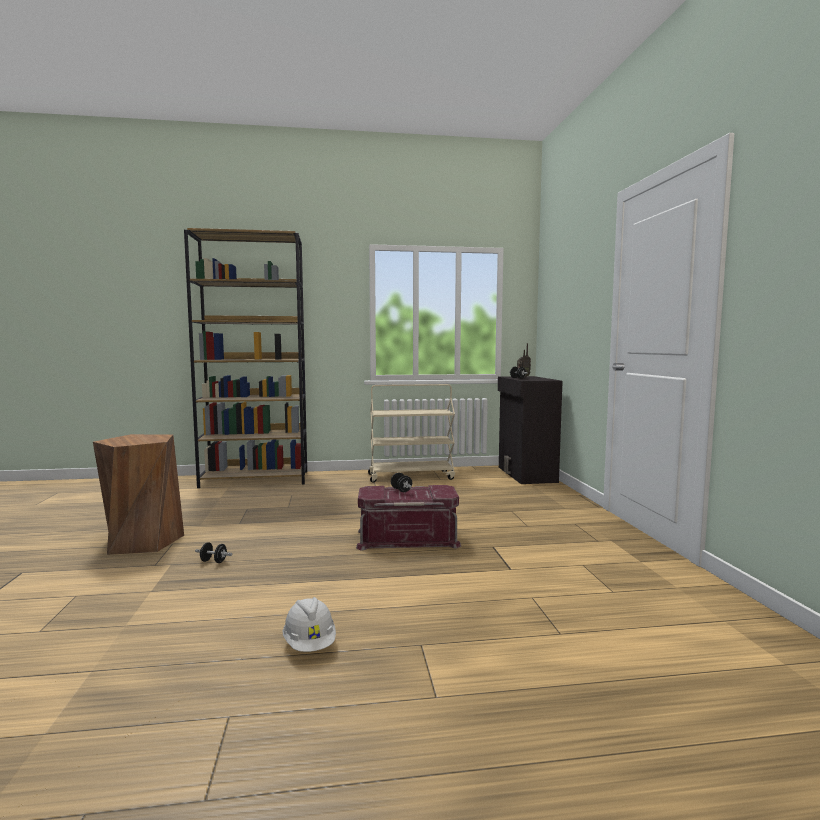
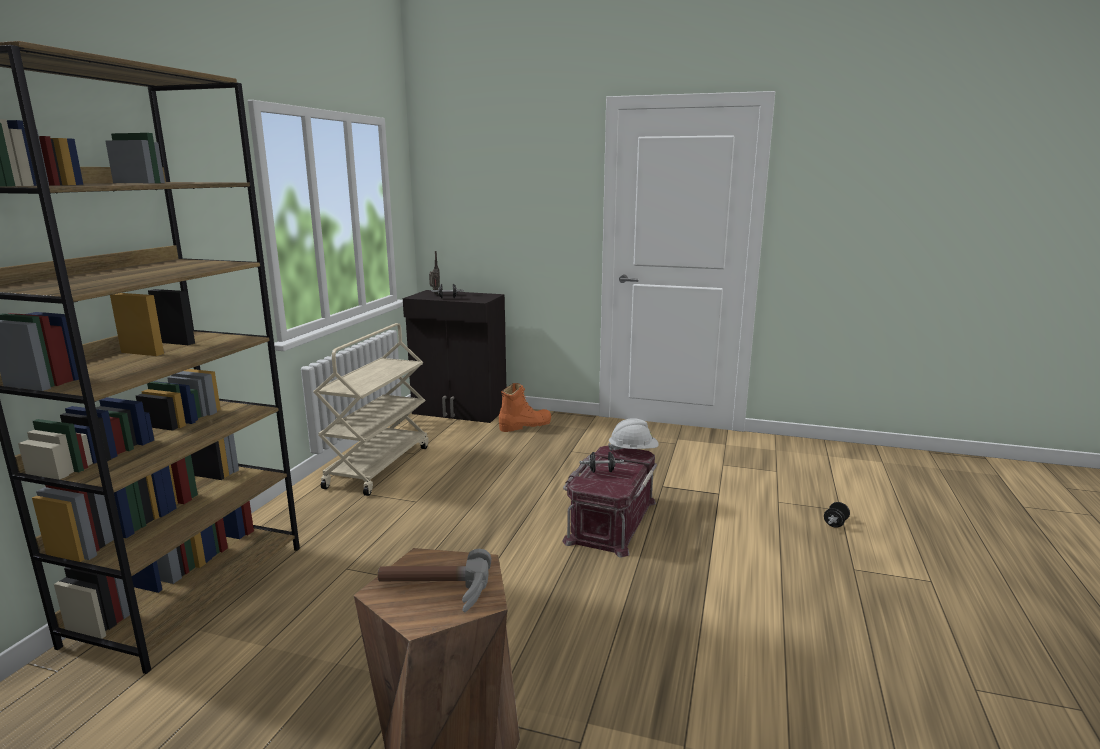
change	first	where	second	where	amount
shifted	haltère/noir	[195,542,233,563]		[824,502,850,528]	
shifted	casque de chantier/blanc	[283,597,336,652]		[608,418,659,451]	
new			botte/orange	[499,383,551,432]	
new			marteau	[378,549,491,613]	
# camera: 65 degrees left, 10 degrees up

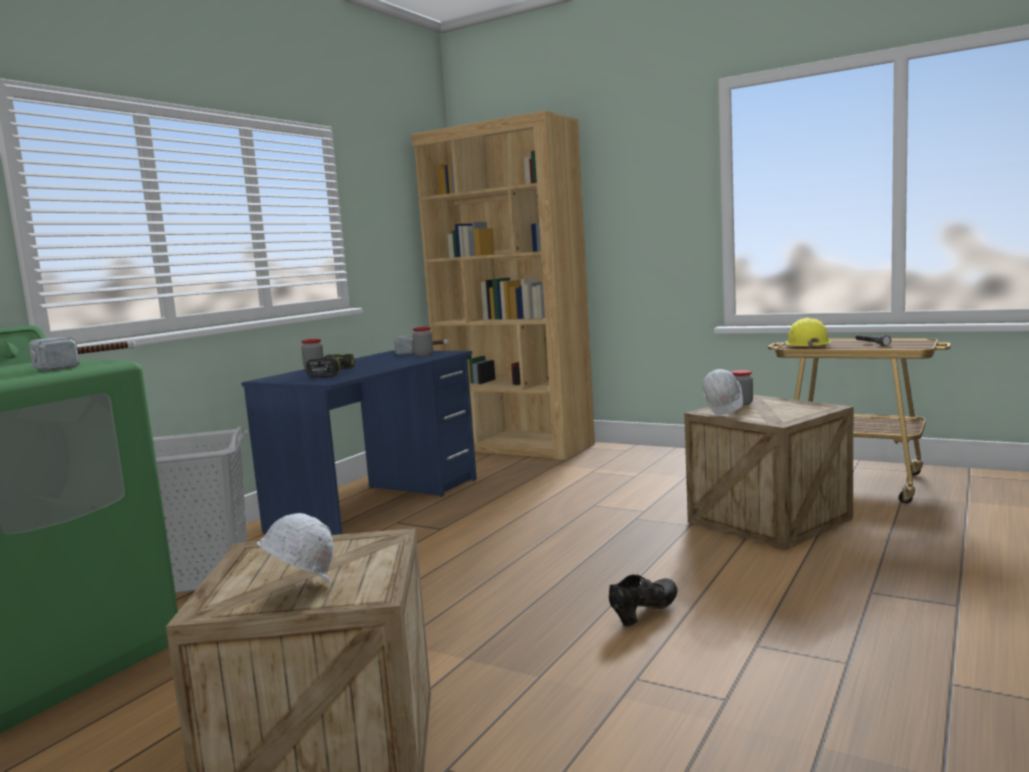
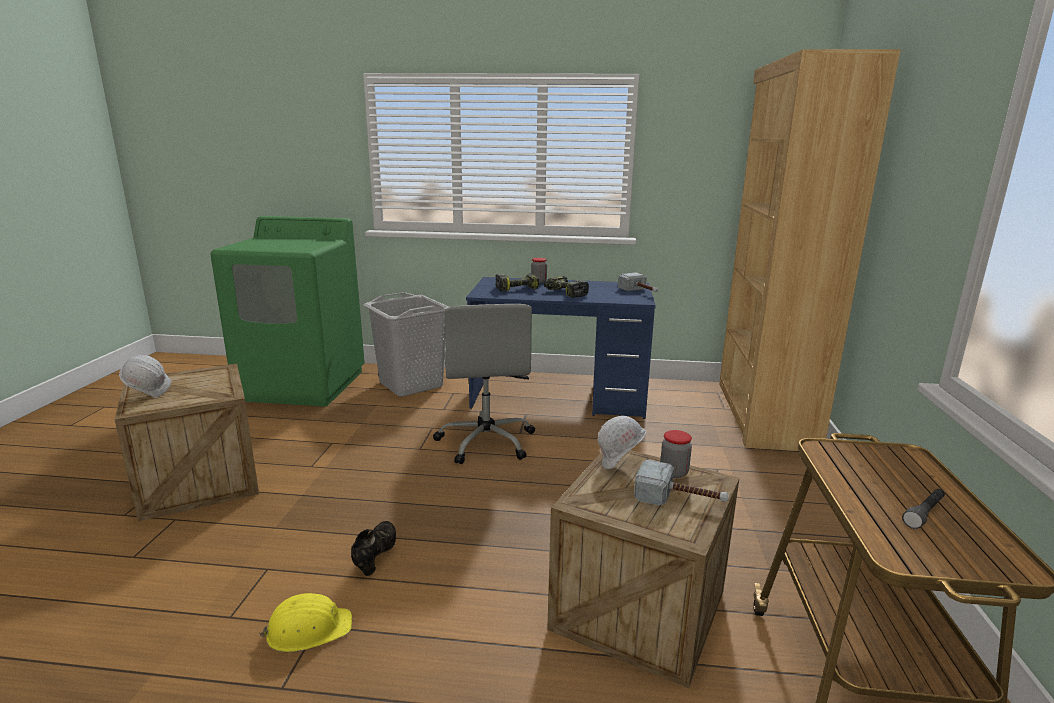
change	first	where	second	where	amount
shifted	casque de chantier/jaune	[786,318,831,348]		[259,593,352,652]	
gone	bocal	[413,327,433,356]			
shifted	marteau	[29,337,136,371]		[634,460,729,505]	
rotated	chaussure/noir	[609,574,678,626]		[351,521,396,576]	105 degrees counterclockwise
new			perceuse	[544,276,589,298]	
new			chaise de bureau/gris	[433,304,535,464]	
# camera: 65 degrees right, 10 degrees up

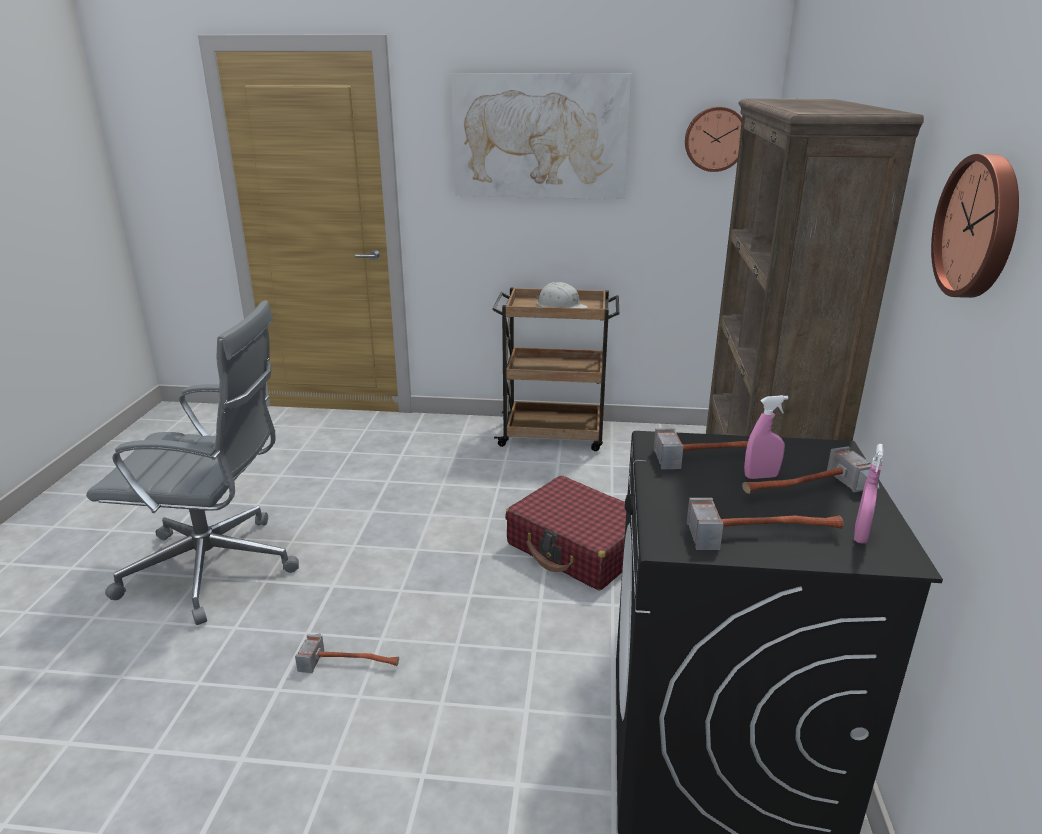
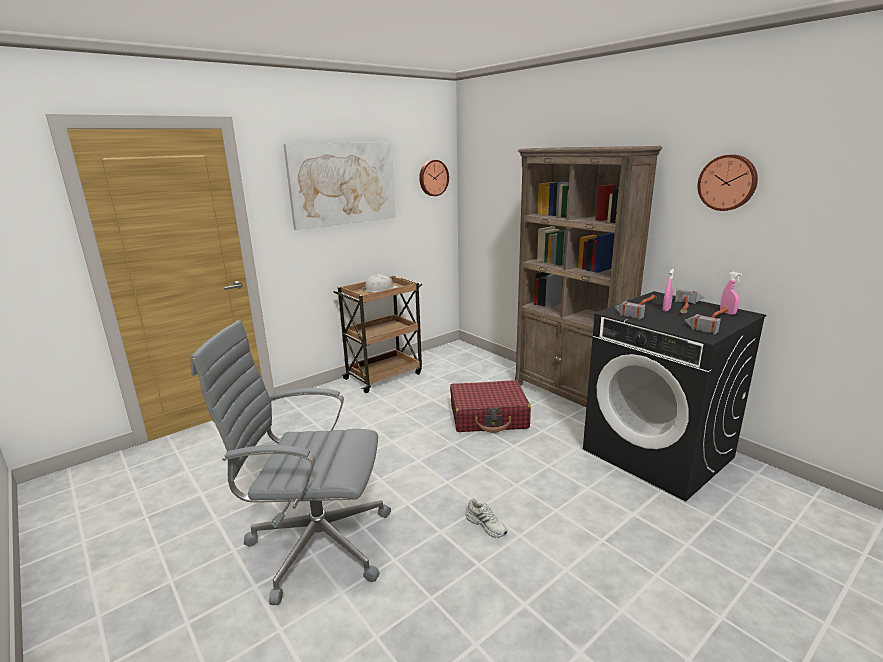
change	first	where	second	where	amount
rotated	chaise de bureau/gris	[86,300,299,625]		[190,320,391,605]	135 degrees counterclockwise
swapped	marteau	[295,633,399,673]	chaussure/blanc	[465,498,507,538]	
# camera: 45 degrees left, 5 degrees down

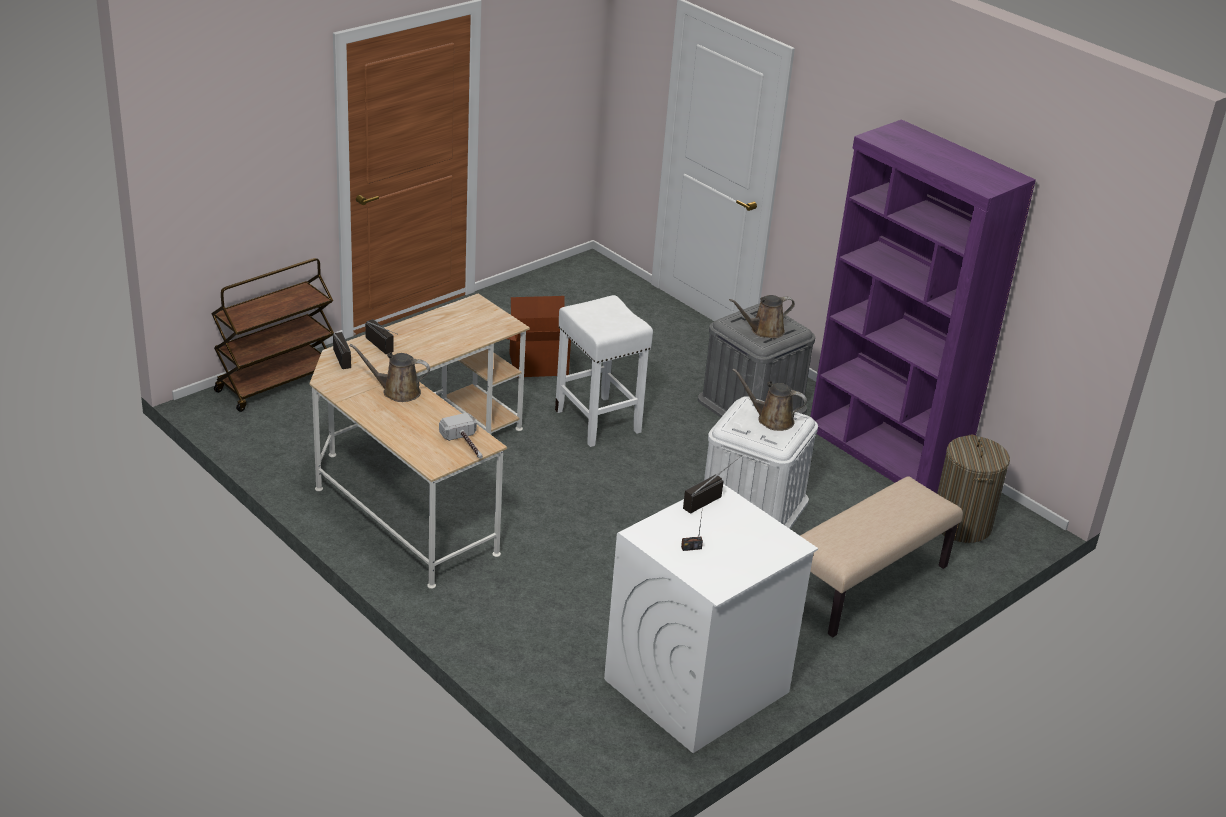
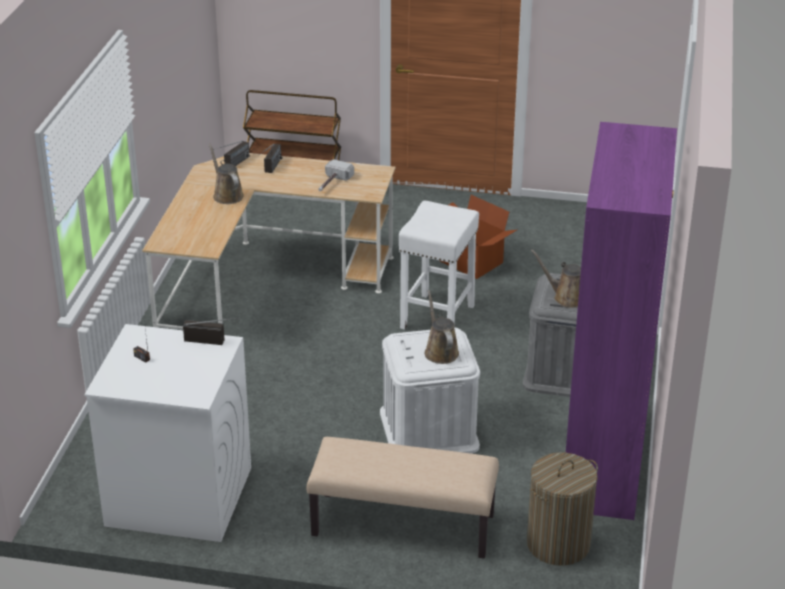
change	first	where	second	where	amount
shifted	marteau	[439,413,483,459]		[318,159,354,191]	
# camera: 55 degrees right, 0 degrees up

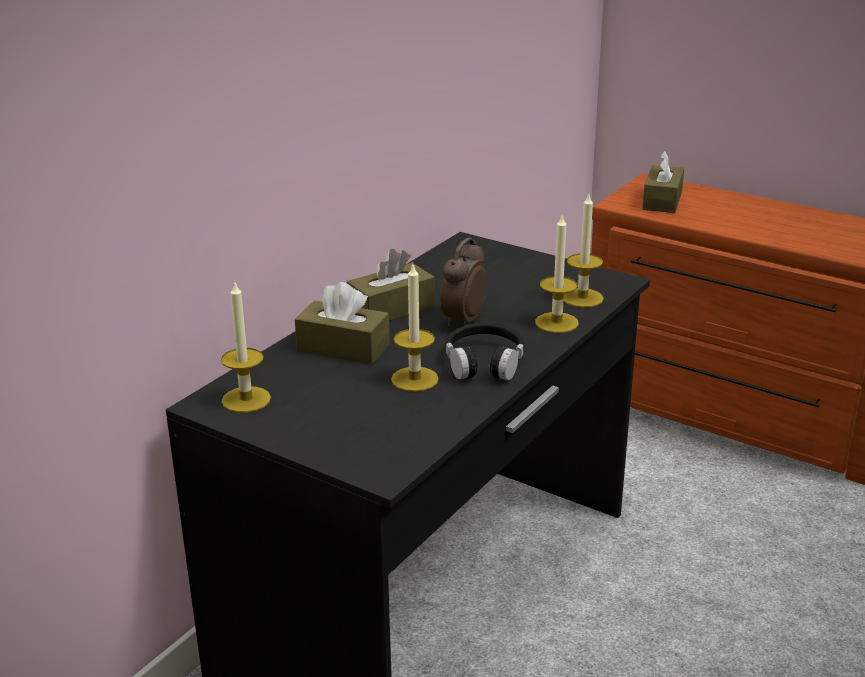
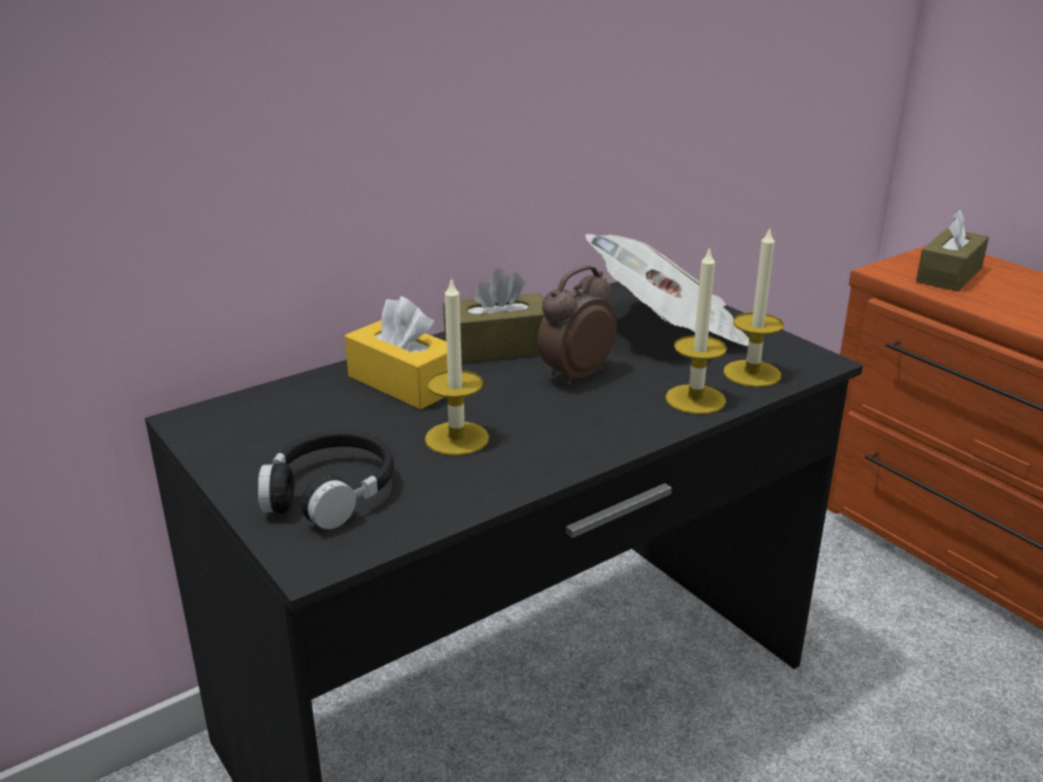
change	first	where	second	where	amount
gone	bougie	[221,280,271,413]			
repainted	boîte à mouchoirs/marron	[295,282,390,364]	boîte à mouchoirs/jaune	[345,296,448,410]	
shifted	casque audio/noir	[445,323,525,380]		[258,431,394,529]	
new			journal	[585,234,749,346]	
# camera: 20 degrees right, 0 degrees up

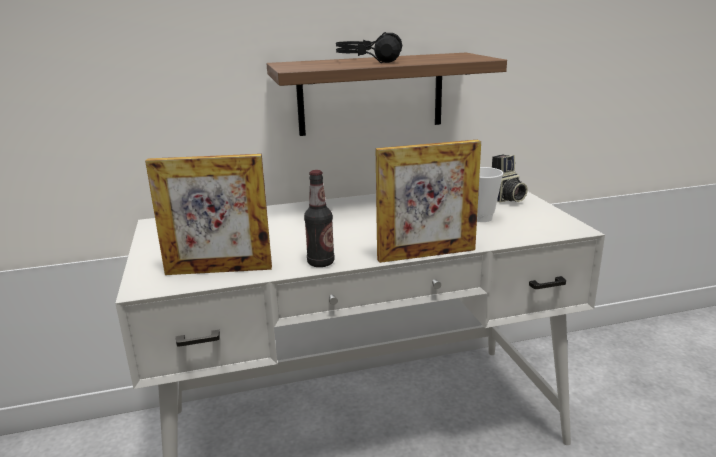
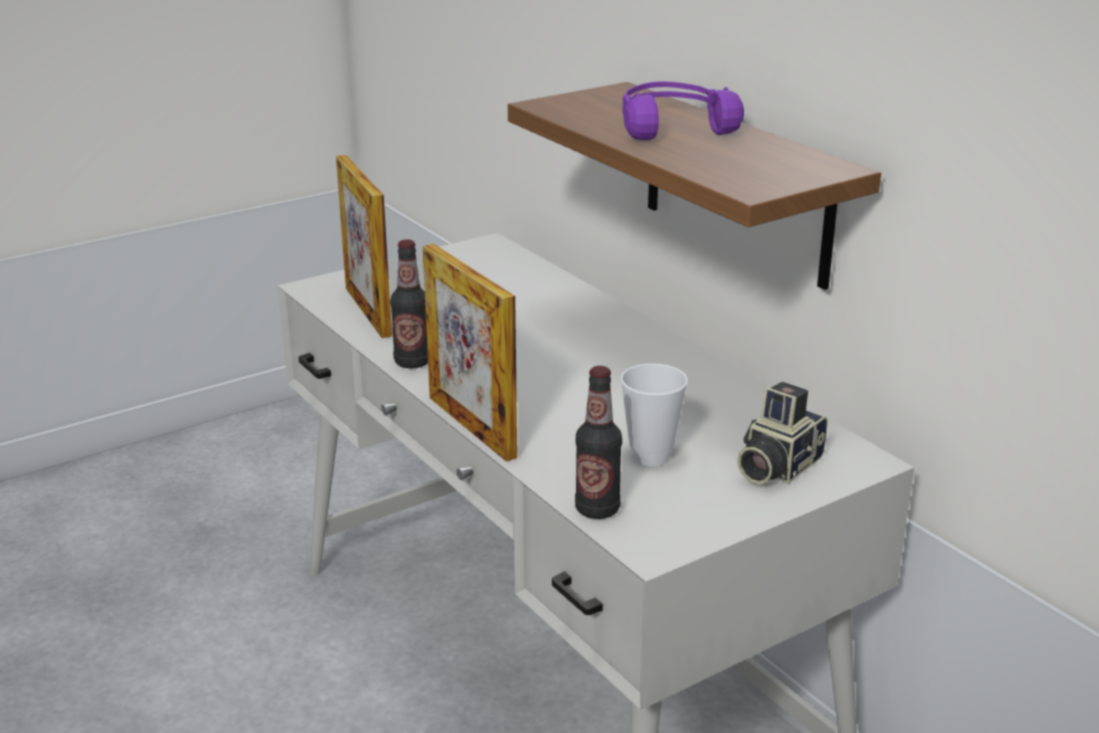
change	first	where	second	where	amount
repainted	casque audio/noir	[336,32,402,63]	casque audio/violet	[622,81,744,140]	
new			bouteille	[575,366,622,519]	
# camera: 70 degrees right, 5 degrees up

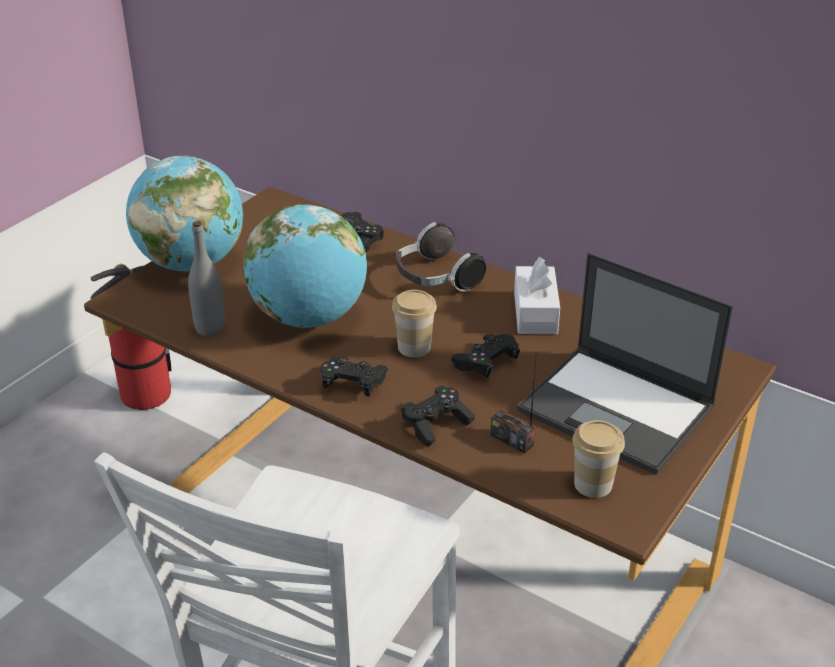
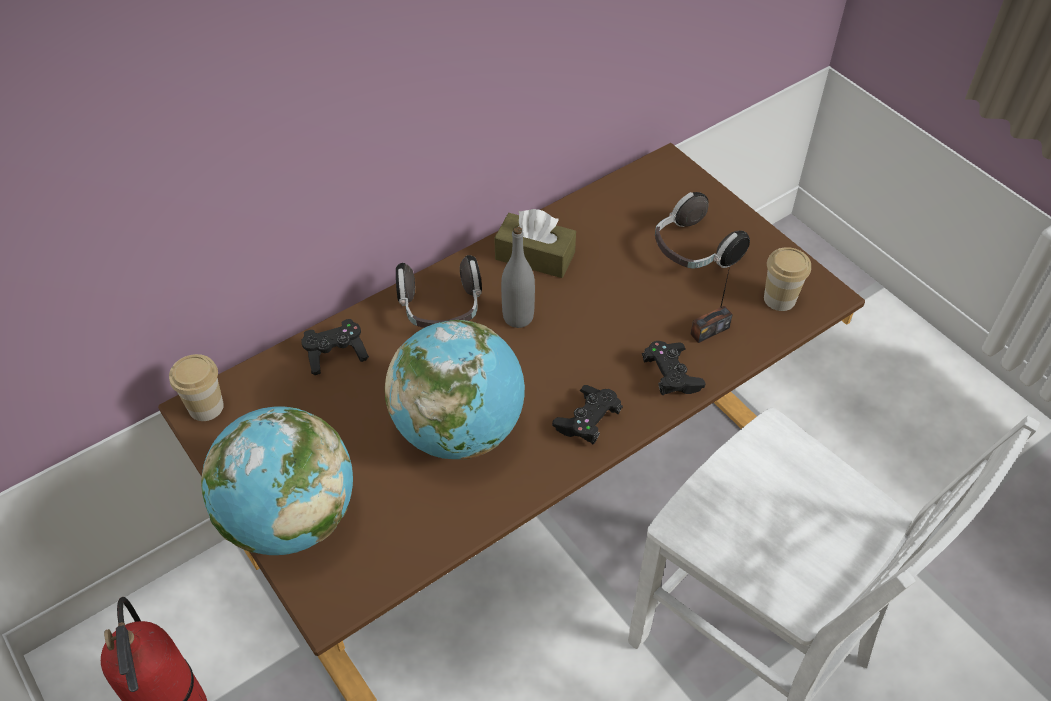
change	first	where	second	where	amount
shifted	bouteille/gris	[188,221,225,336]		[501,227,535,328]	
swapped	ordinateur portable	[517,252,733,475]	casque audio	[655,192,750,268]	
repainted	boîte à mouchoirs/blanc	[514,257,560,334]	boîte à mouchoirs/marron	[494,209,576,278]	
shifted	tasse	[392,290,437,357]		[169,354,224,421]	
gone	manette/noir	[451,334,520,378]			
# camera: 70 degrees left, 15 degrees up

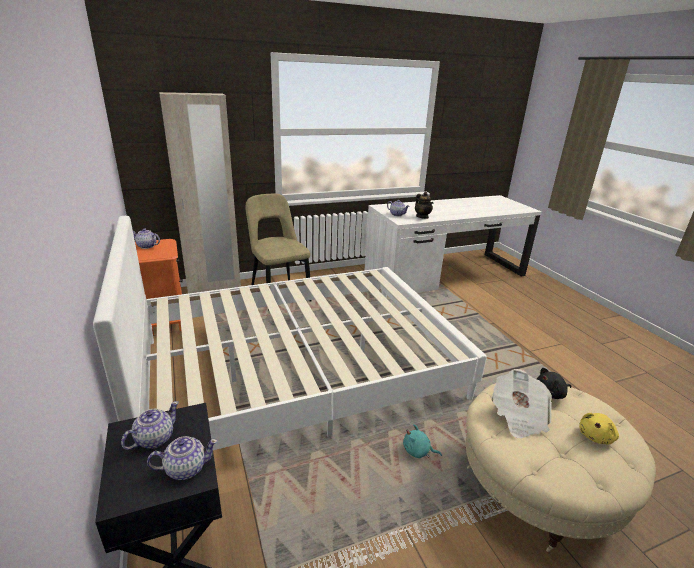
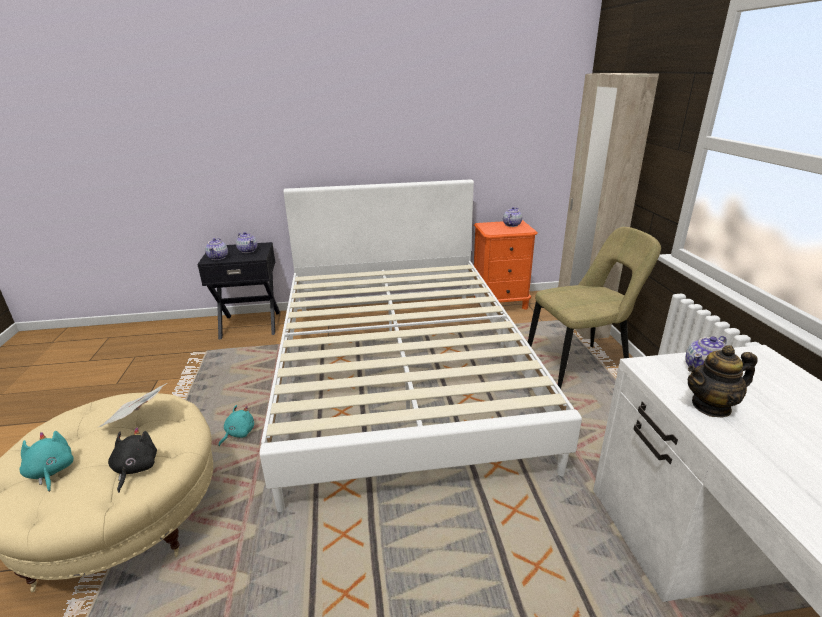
change	first	where	second	where	amount
repainted	peluche/jaune	[579,413,619,444]	peluche/turquoise	[19,431,74,492]	
# camera: 105 degrees right, 0 degrees up

